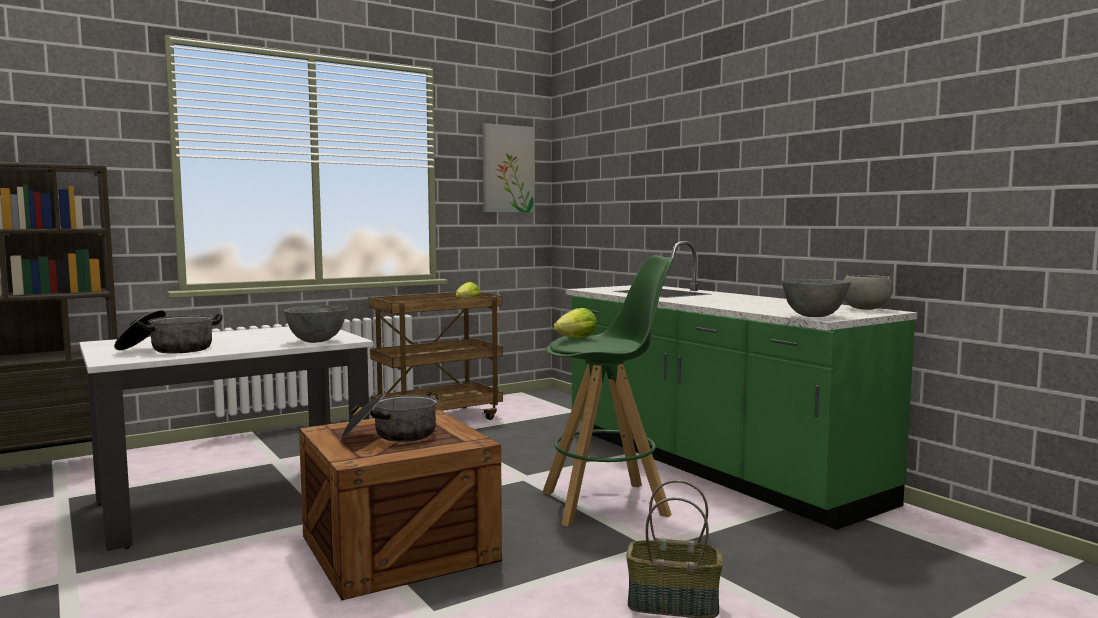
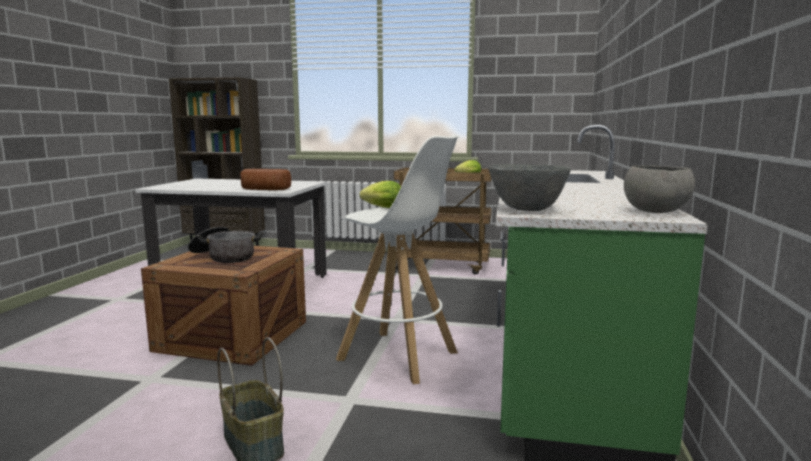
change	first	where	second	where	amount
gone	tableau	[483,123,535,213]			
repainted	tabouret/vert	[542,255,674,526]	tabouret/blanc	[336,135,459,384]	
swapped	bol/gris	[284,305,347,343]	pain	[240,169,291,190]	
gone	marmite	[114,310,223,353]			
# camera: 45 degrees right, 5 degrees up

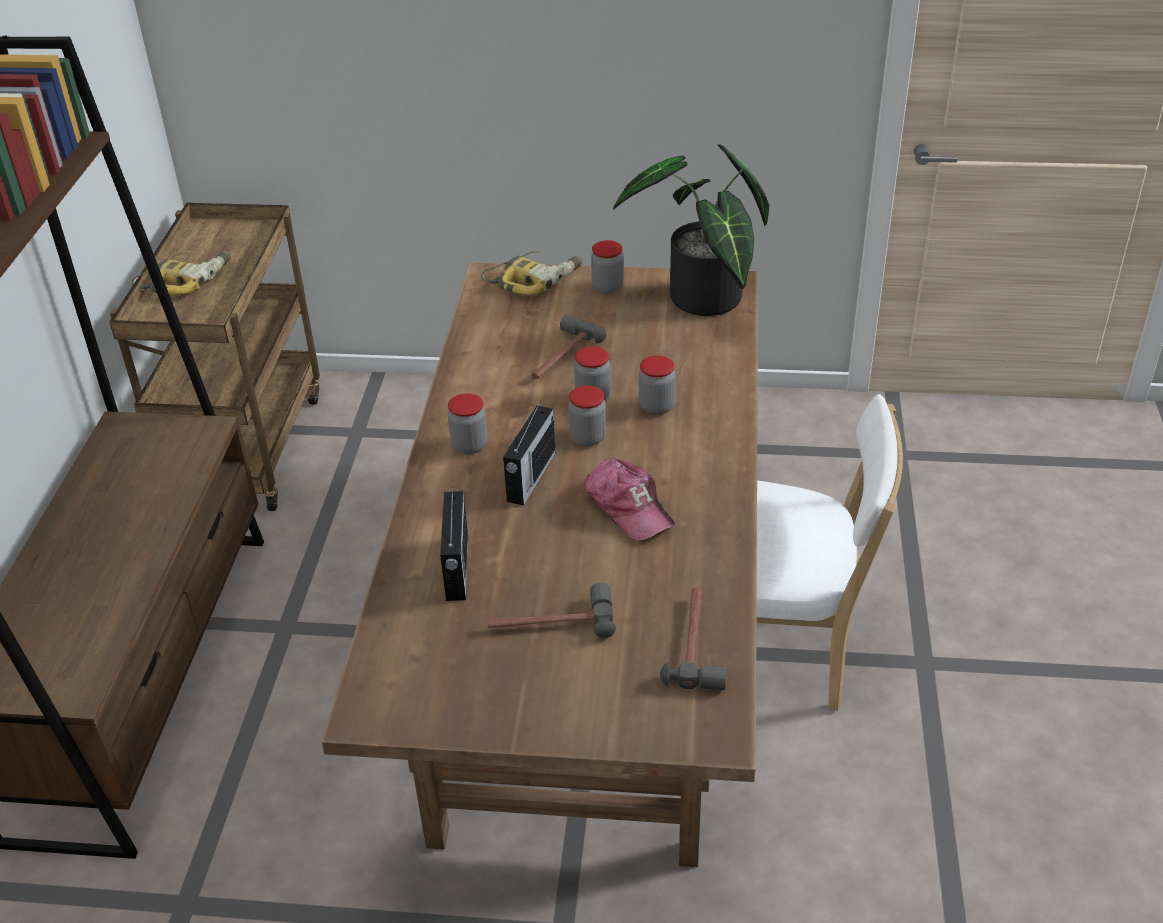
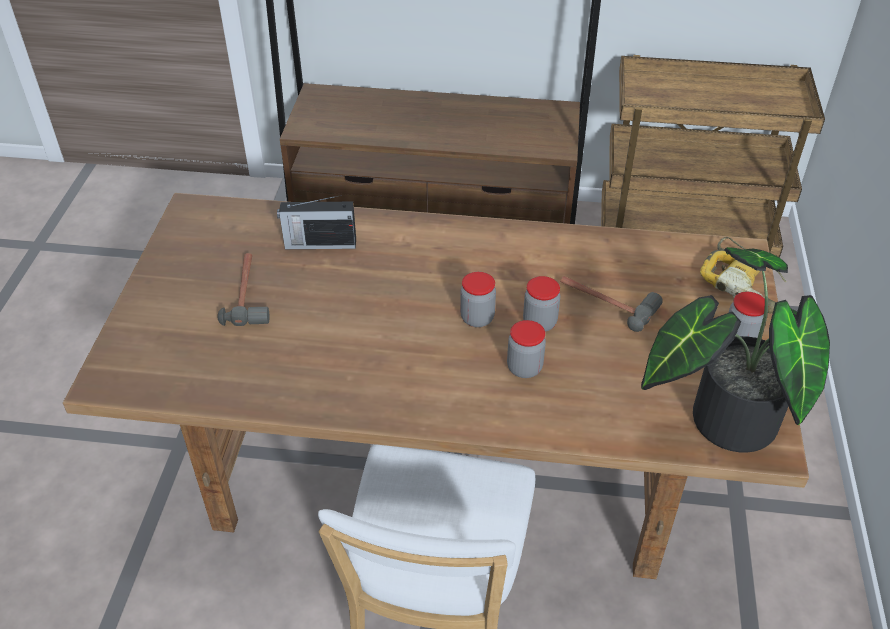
change	first	where	second	where	amount
gone	perceuse	[132,251,231,295]			
gone	bocal	[448,393,488,454]			
gone	radio	[503,402,556,506]			
gone	casquette	[584,459,675,541]			
gone	marteau	[660,588,727,690]			
# camera: 90 degrees right, 5 degrees up

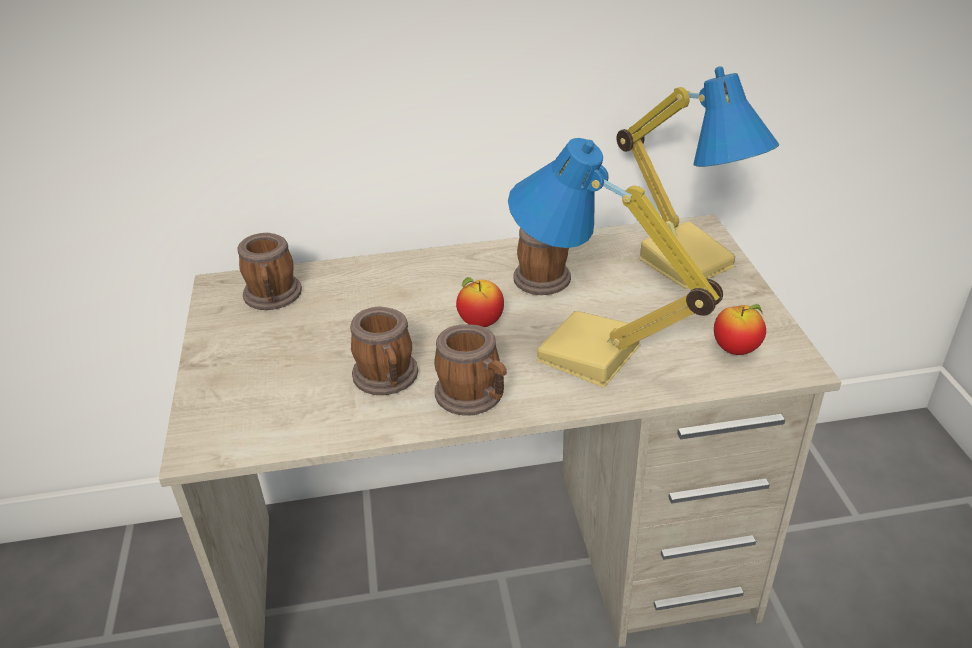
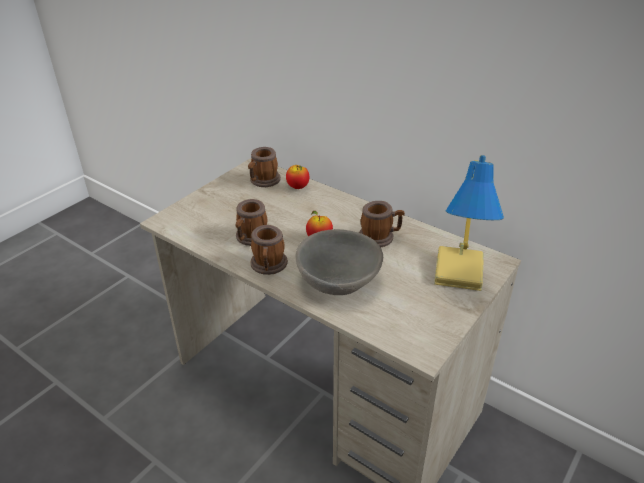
change	first	where	second	where	amount
swapped	lampe de table	[508,138,723,388]	bol/gris	[296,229,383,295]	
shifted	pomme	[714,304,766,355]		[286,165,309,189]	
# camera: 45 degrees right, 0 degrees up

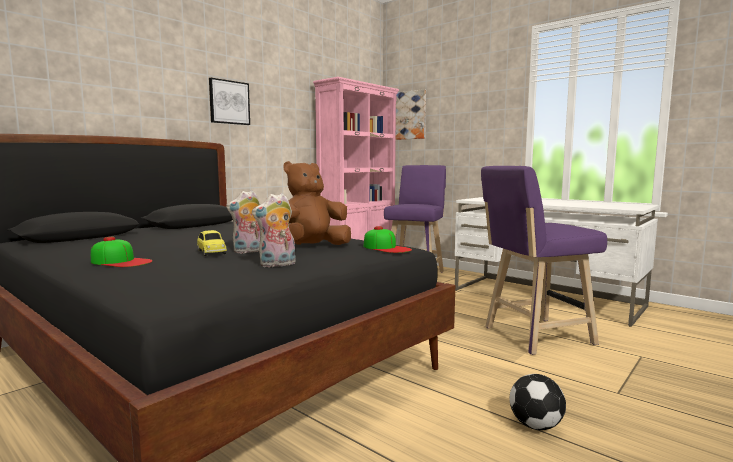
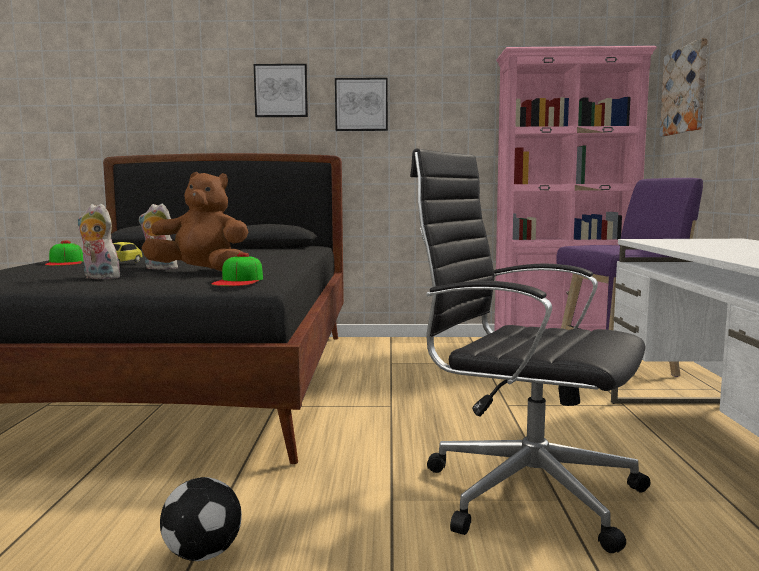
change	first	where	second	where	amount
swapped	tabouret/violet	[481,166,607,355]	chaise de bureau/noir	[410,149,650,553]	
new			tableau	[254,64,308,117]	
# camera: 50 degrees right, 0 degrees up

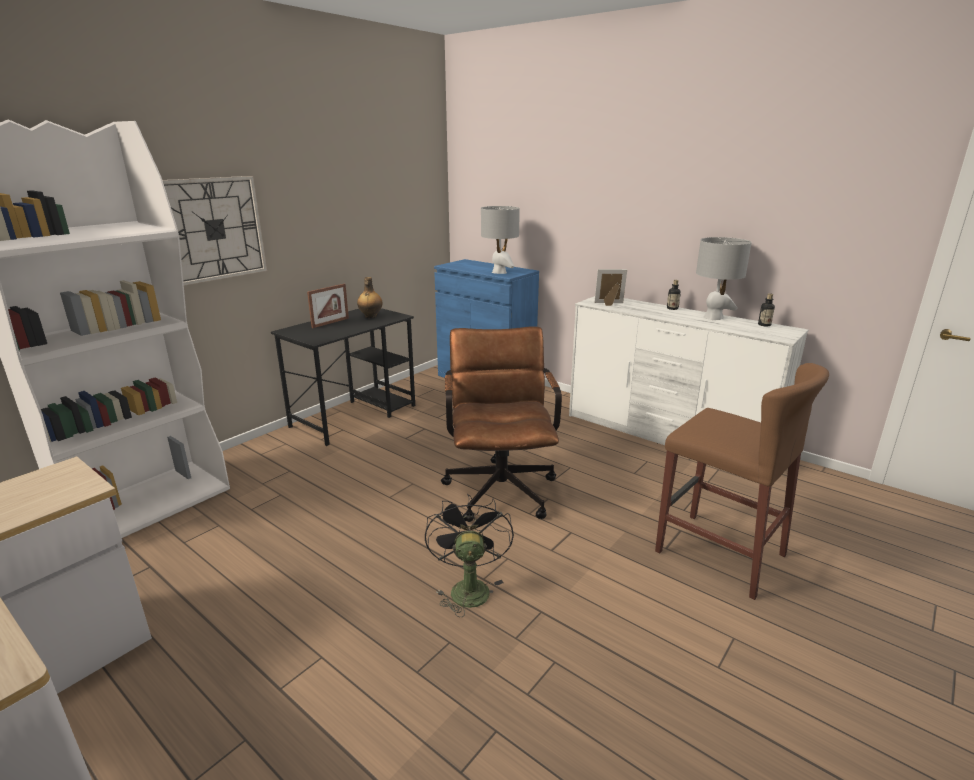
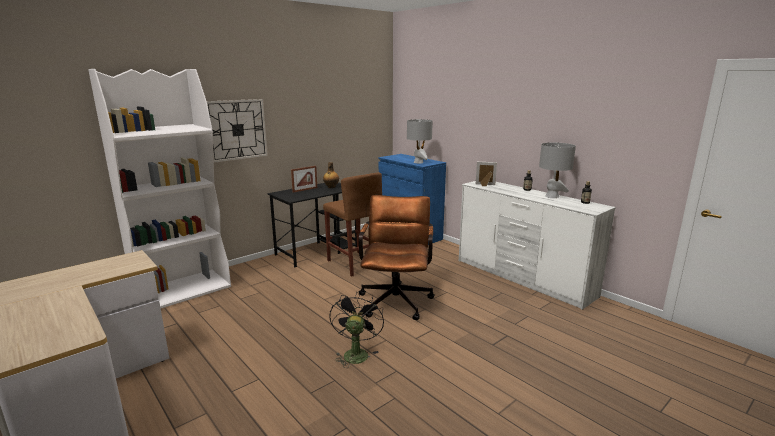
change	first	where	second	where	amount
shifted	tabouret/marron	[655,363,829,600]		[323,172,382,277]	
# camera: 10 degrees right, 5 degrees down

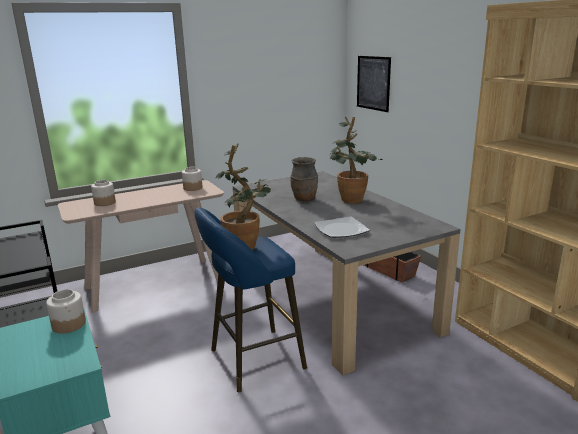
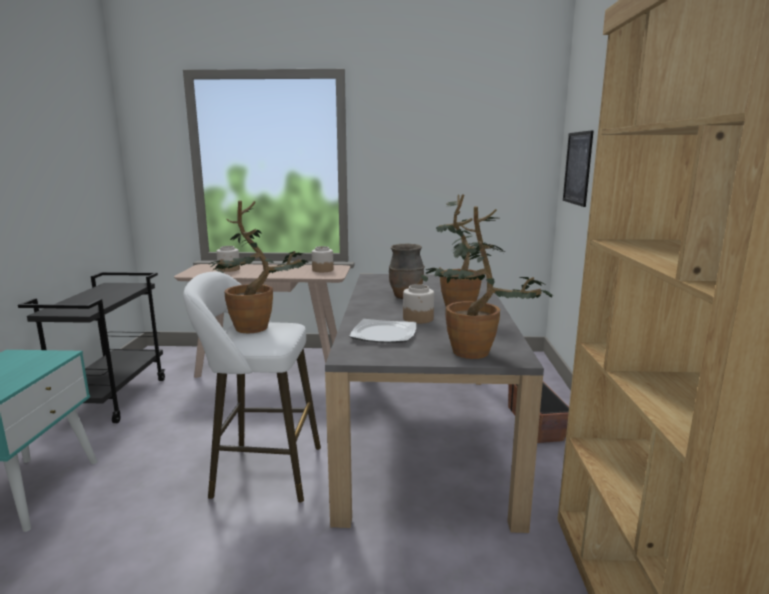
change	first	where	second	where	amount
repainted	tabouret/bleu	[194,207,307,392]	tabouret/blanc	[183,272,321,502]	
shifted	bocal	[46,289,86,334]		[403,284,434,324]	
new			plante en pot	[421,206,553,359]	
# camera: 30 degrees right, 5 degrees down

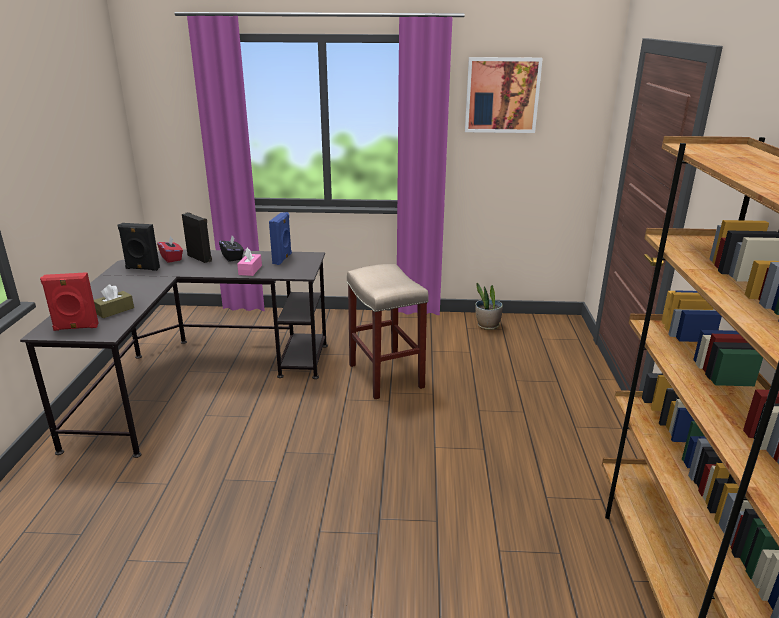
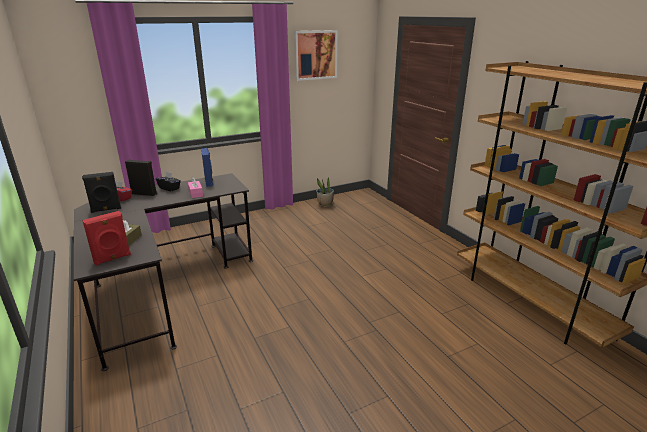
change	first	where	second	where	amount
gone	tabouret/beige	[347,264,429,399]			
# camera: 30 degrees left, 0 degrees up

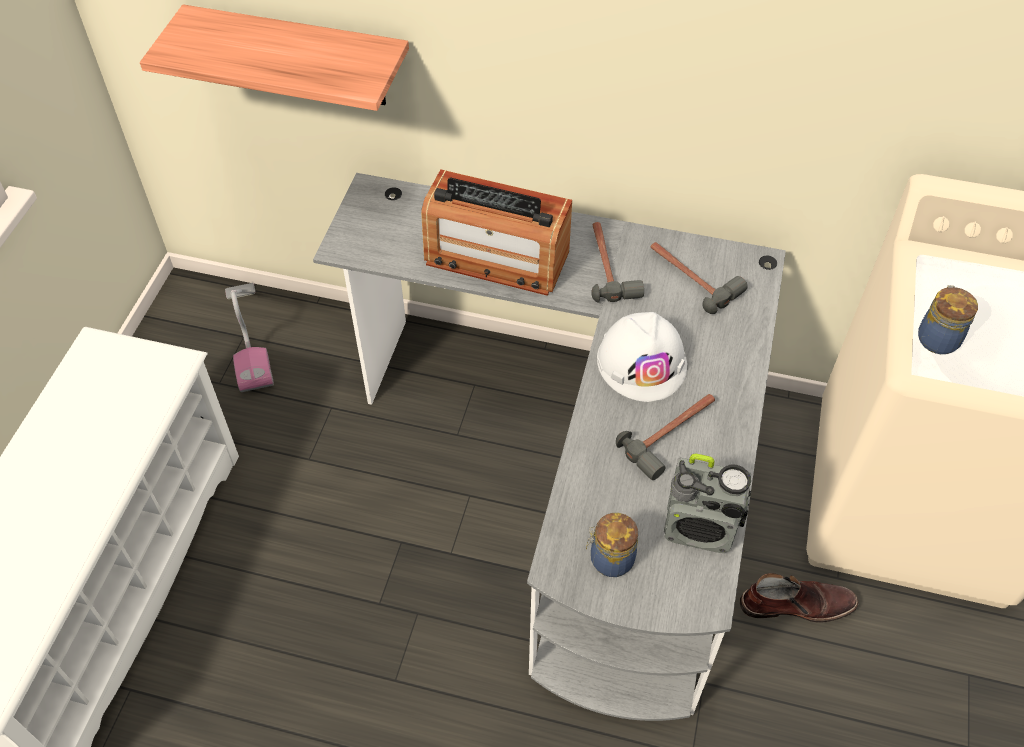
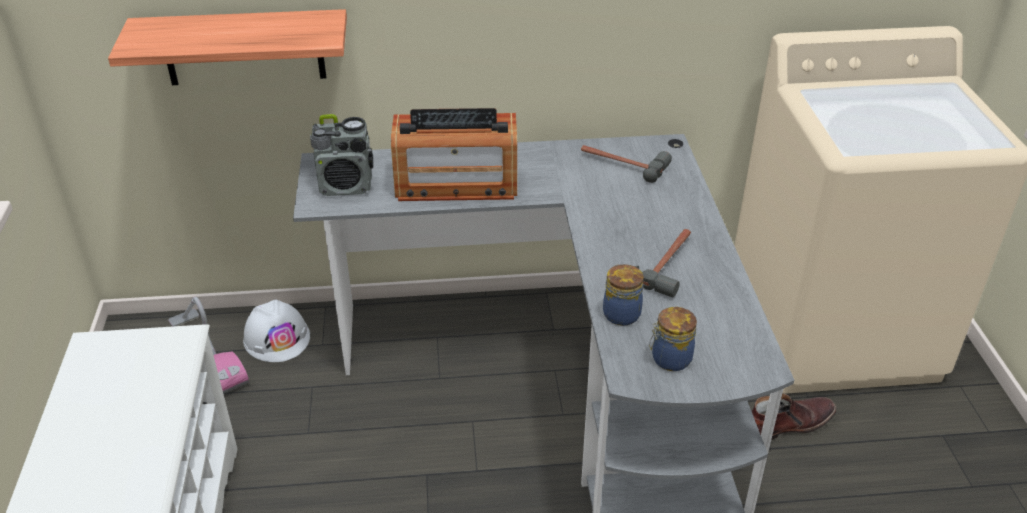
change	first	where	second	where	amount
gone	marteau	[591,222,644,303]			
shifted	bocal	[918,285,978,354]		[603,264,644,326]	
shifted	casque de chantier/blanc	[597,312,687,402]		[243,299,310,362]	
shifted	radio	[664,454,751,553]		[310,114,373,196]	
# camera: 20 degrees left, 15 degrees down

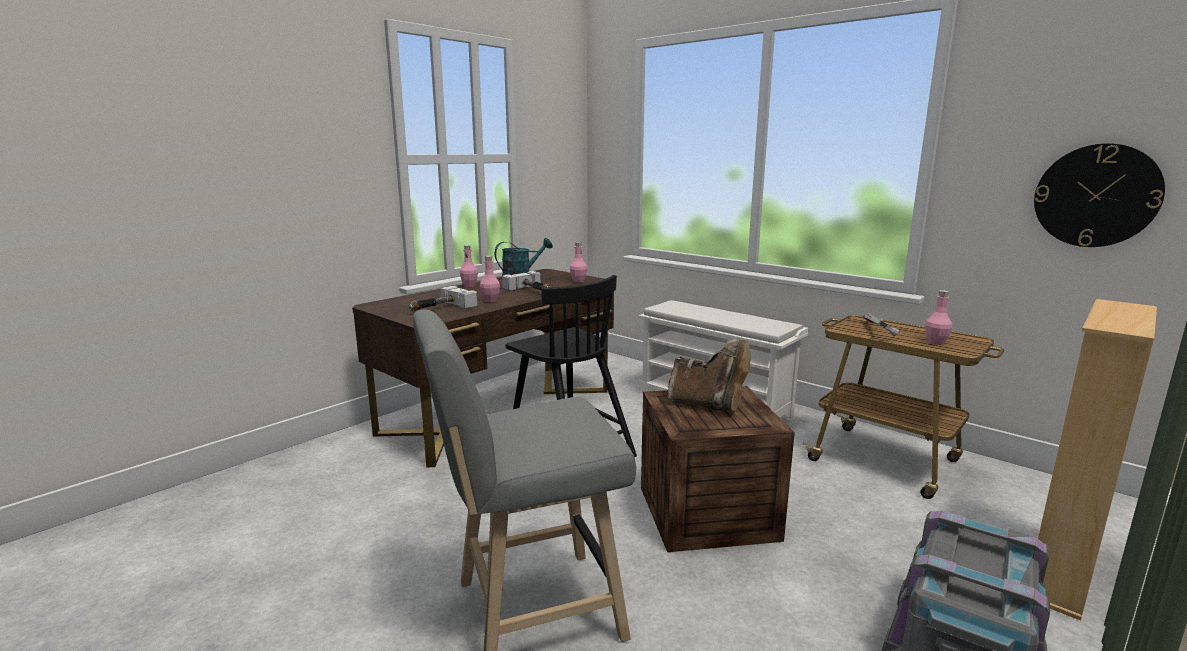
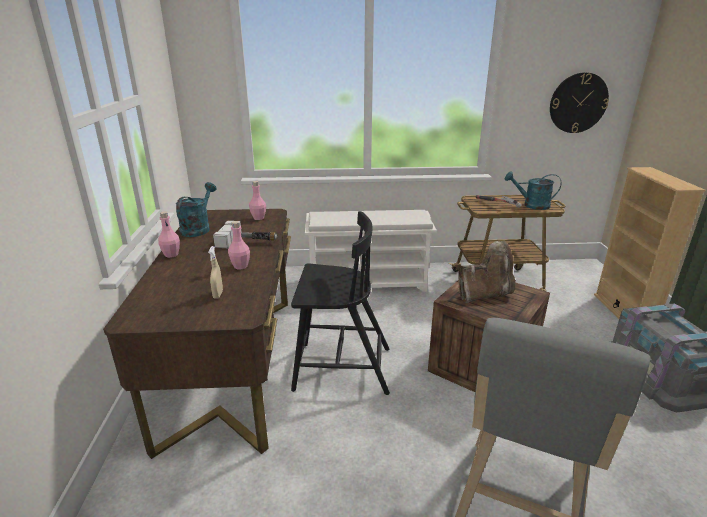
change	first	where	second	where	amount
swapped	marteau	[409,286,478,311]	vaporisateur/beige	[208,246,223,299]	
swapped	bouteille/rose	[925,290,952,345]	arrosoir/turquoise	[504,171,561,210]	
# camera: 45 degrees left, 10 degrees up

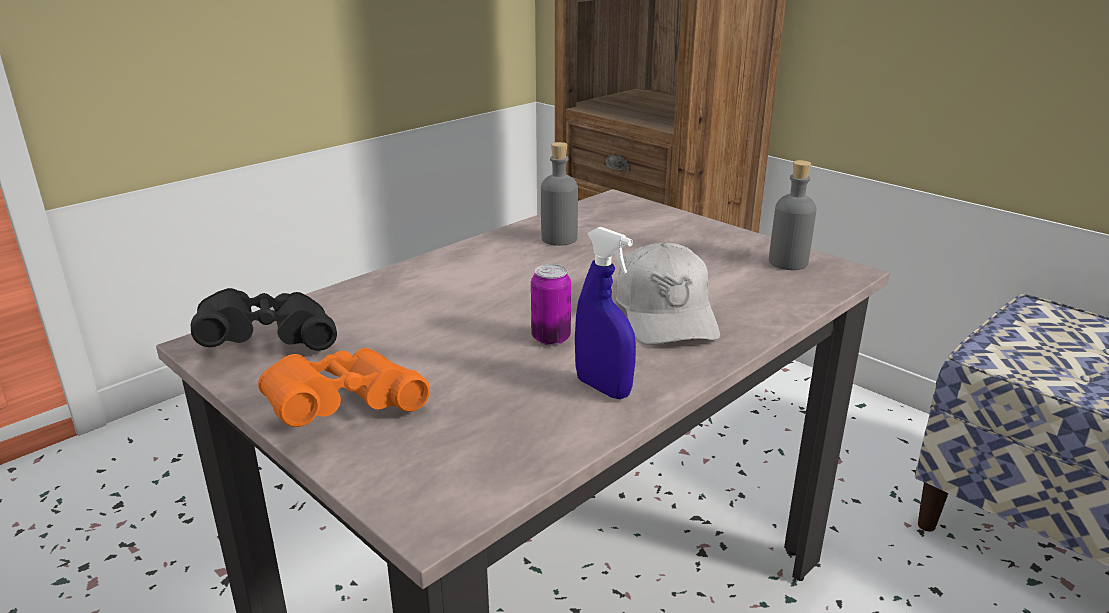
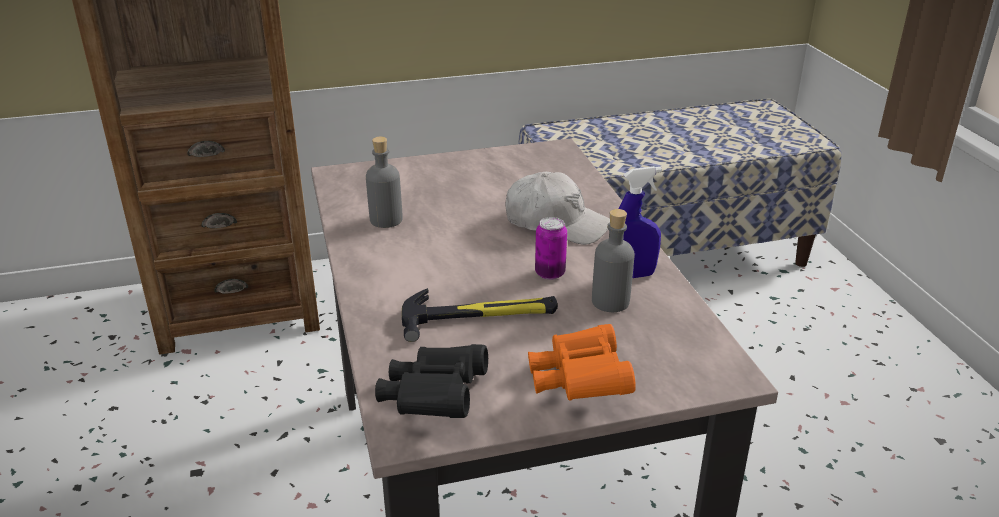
change	first	where	second	where	amount
shifted	bouteille/gris	[769,160,817,270]		[592,209,635,312]	
new			marteau	[402,288,558,342]	
# camera: 60 degrees left, 5 degrees up

